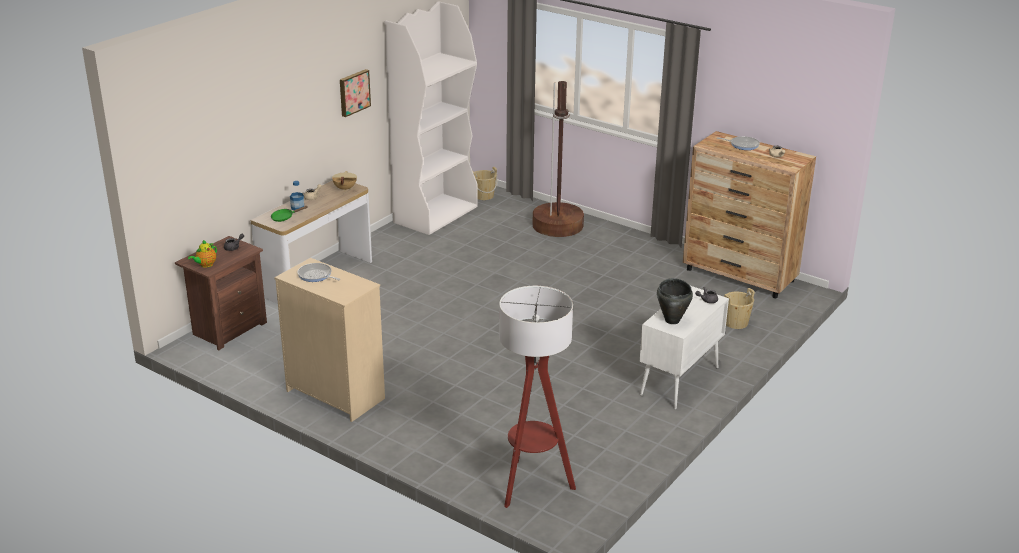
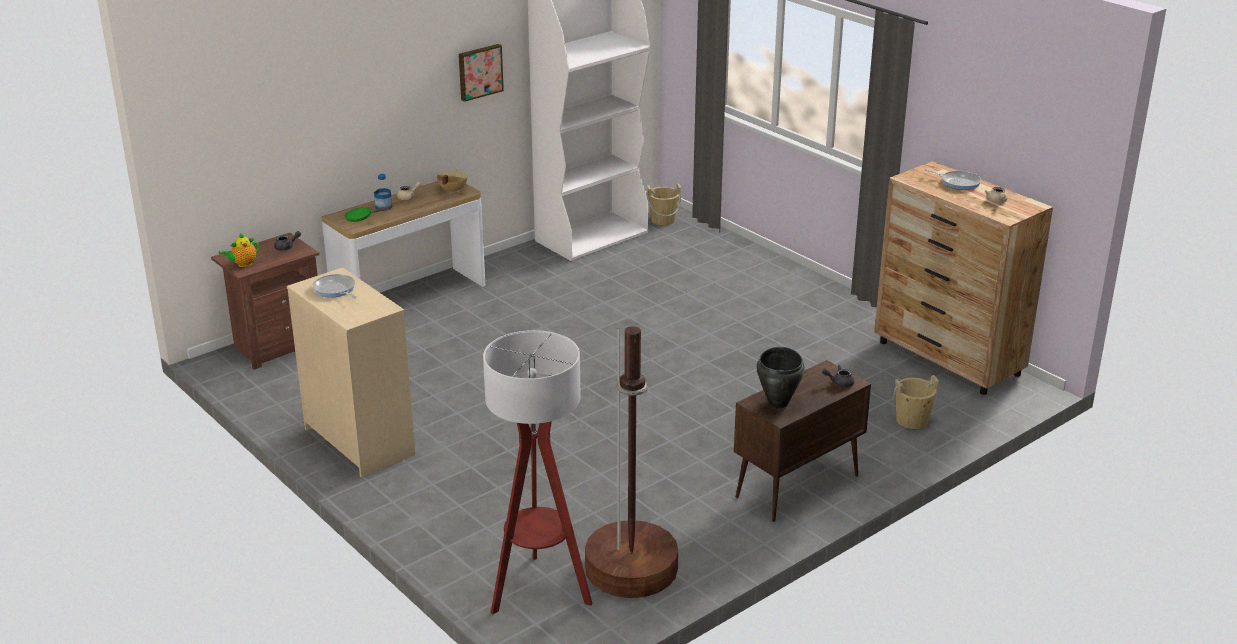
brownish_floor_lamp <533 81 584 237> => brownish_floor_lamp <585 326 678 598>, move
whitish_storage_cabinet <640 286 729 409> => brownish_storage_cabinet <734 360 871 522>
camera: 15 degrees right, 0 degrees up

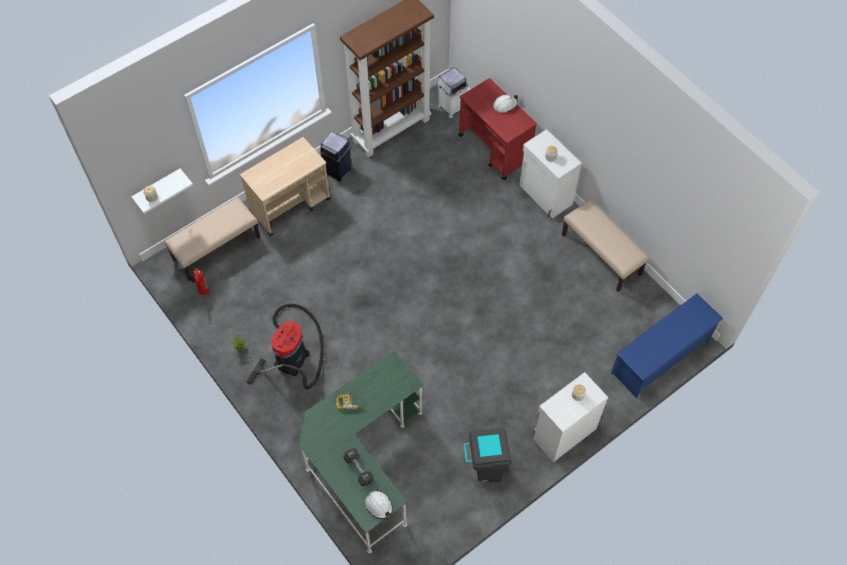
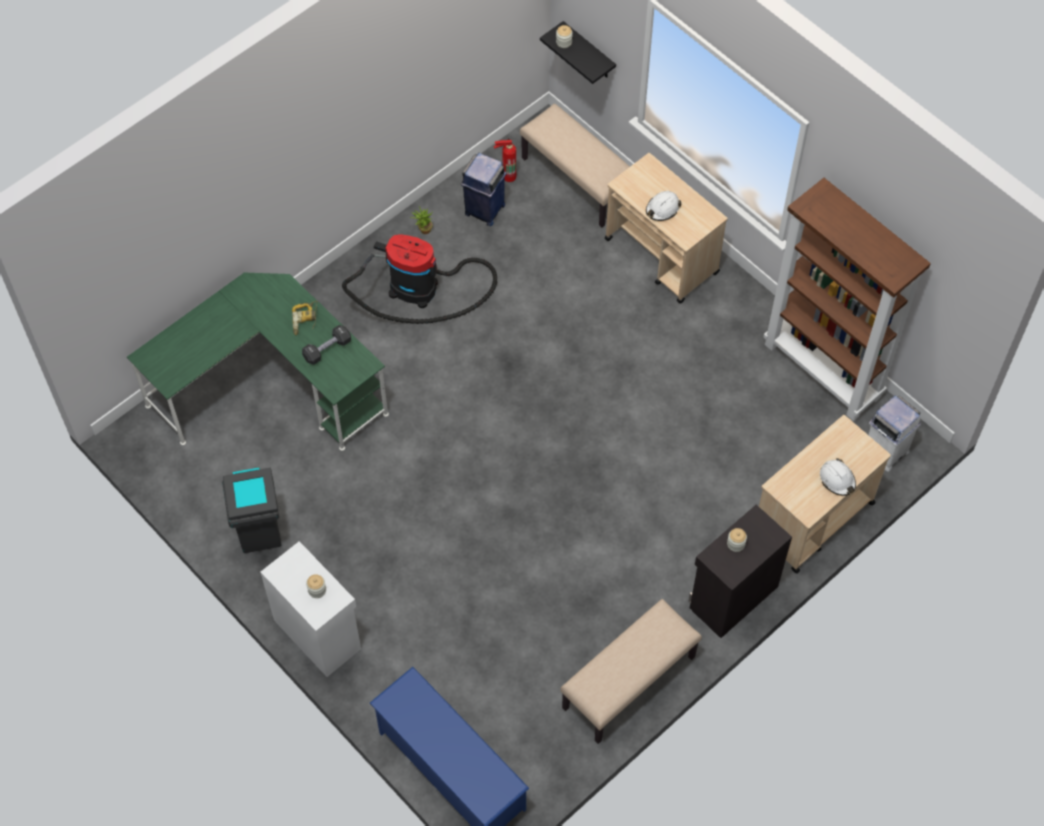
red_trolley <458 78 537 180> => beige-coloured_trolley <759 415 891 573>
whitish_storage_cabinet <519 129 582 218> => black-coloured_storage_cabinet <689 505 792 638>
blue_trash_can <319 132 352 182> => blue_trash_can <461 153 507 226>, move
whitish_shelf <131 168 193 214> => black-coloured_shelf <540 21 616 84>
black-coloured_hand_weight <343 449 374 486> => black-coloured_hand_weight <302 325 351 365>, move
whitish_work_helmet <365 489 393 519> => whitish_work_helmet <646 191 681 221>, move
camera: 85 degrees right, 0 degrees up

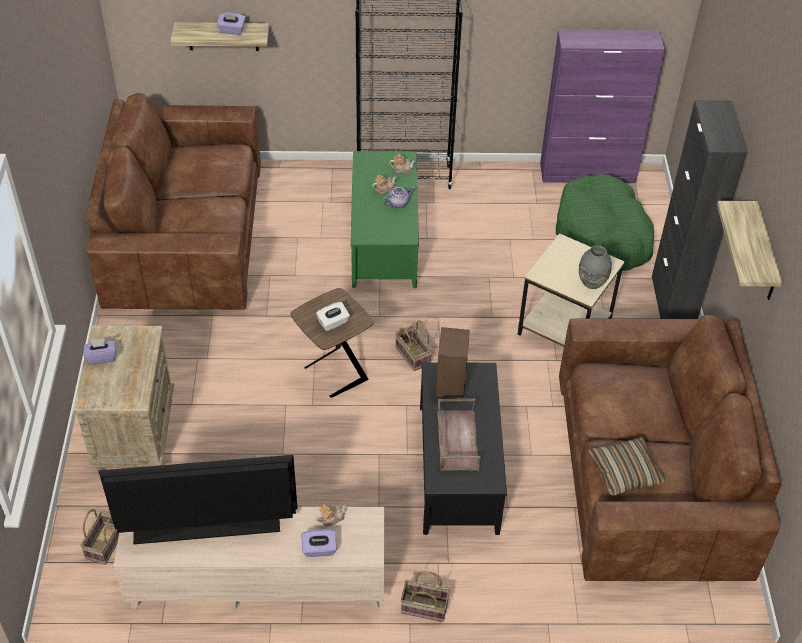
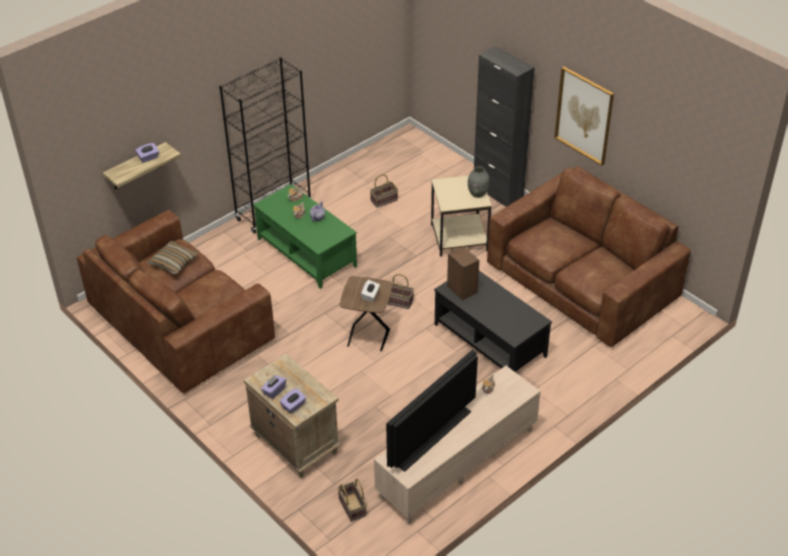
purplish_storage_cabinet <540 30 665 183> => nothing
green_dog_cushion <556 174 654 271> => nothing
shelf <717 201 783 300> => wall_picture <555 67 614 166>
brownish_tray <437 399 480 471> => nothing
pillow <588 437 665 496> => pillow <147 241 199 275>, move
purplish_box_of_tissues <301 530 337 557> => purplish_box_of_tissues <280 388 306 414>, move
basket <401 571 450 622> => basket <370 174 398 208>, move
camera: 40 degrees left, 5 degrees down

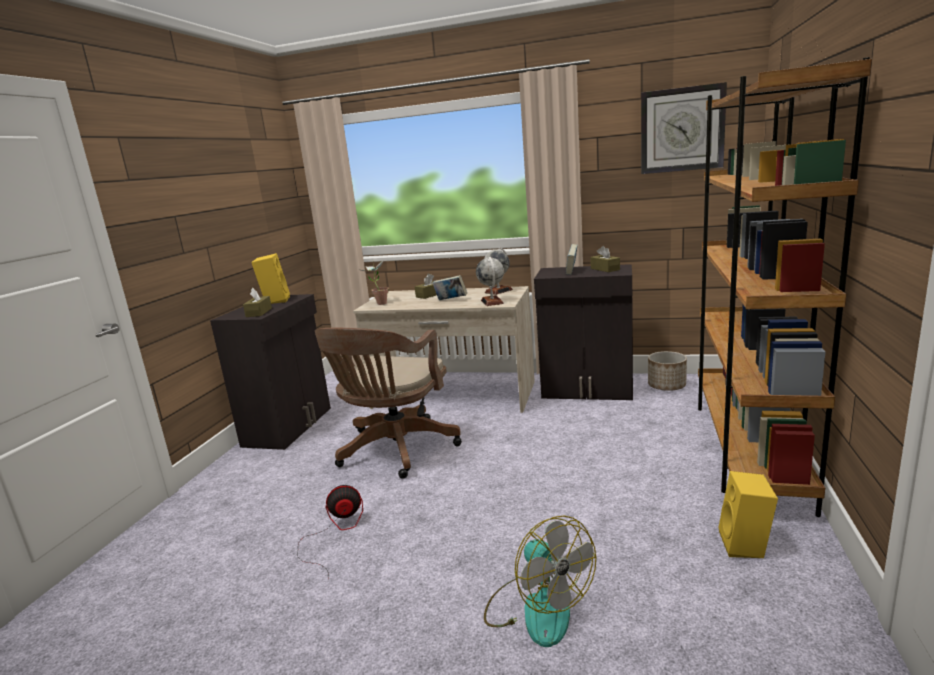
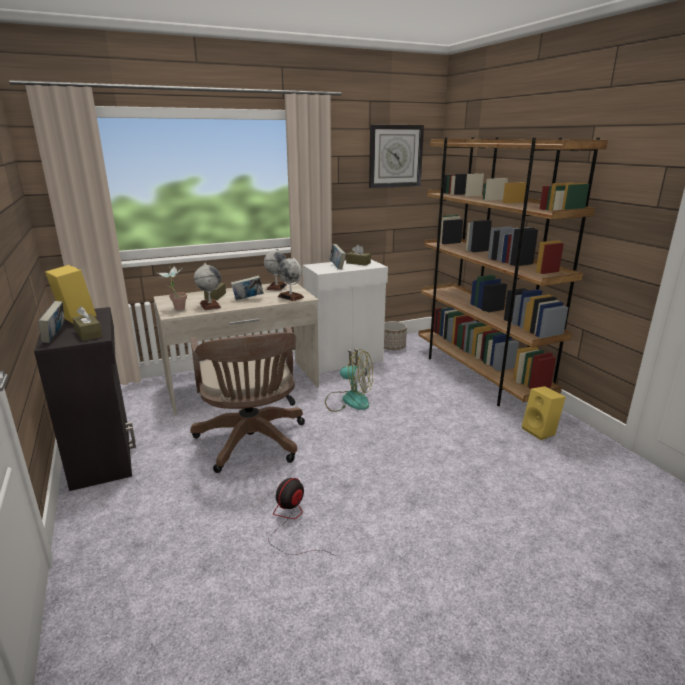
black-coloured_storage_cabinet <534 264 633 400> => whitish_storage_cabinet <303 259 388 373>
electric_fan <484 515 596 647> => electric_fan <325 349 373 412>, move
nothing => globe <194 263 221 310>
nothing => volume <38 301 64 343>
camera: 40 degrees left, 5 degrees up

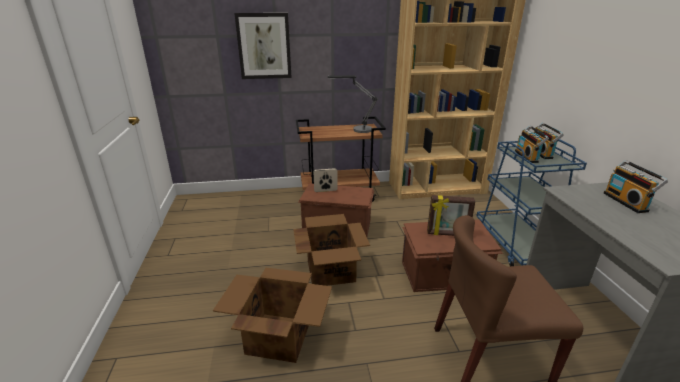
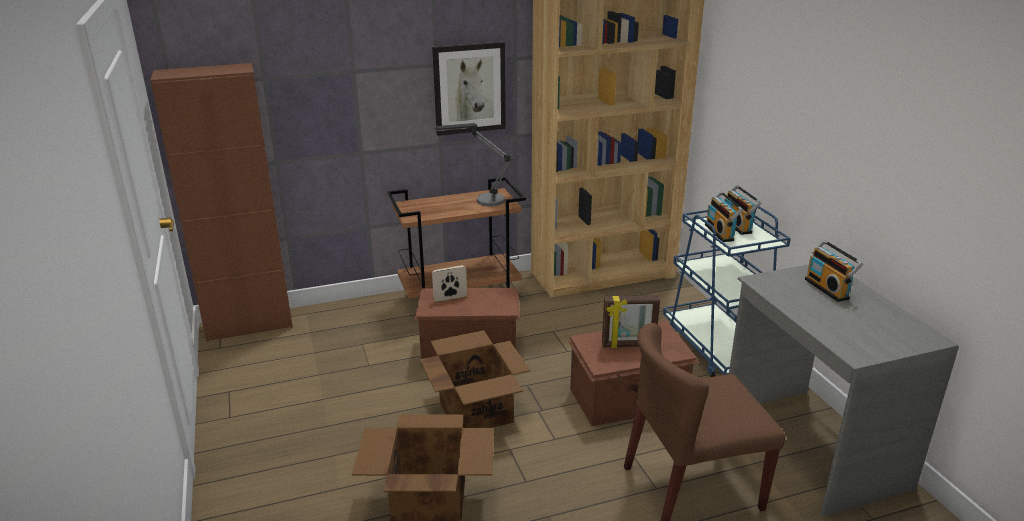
wall_picture <234 13 292 79> => wall_picture <432 42 506 136>, move
nothing => brownish_storage_cabinet <150 63 293 342>
camera: 10 degrees left, 0 degrees up

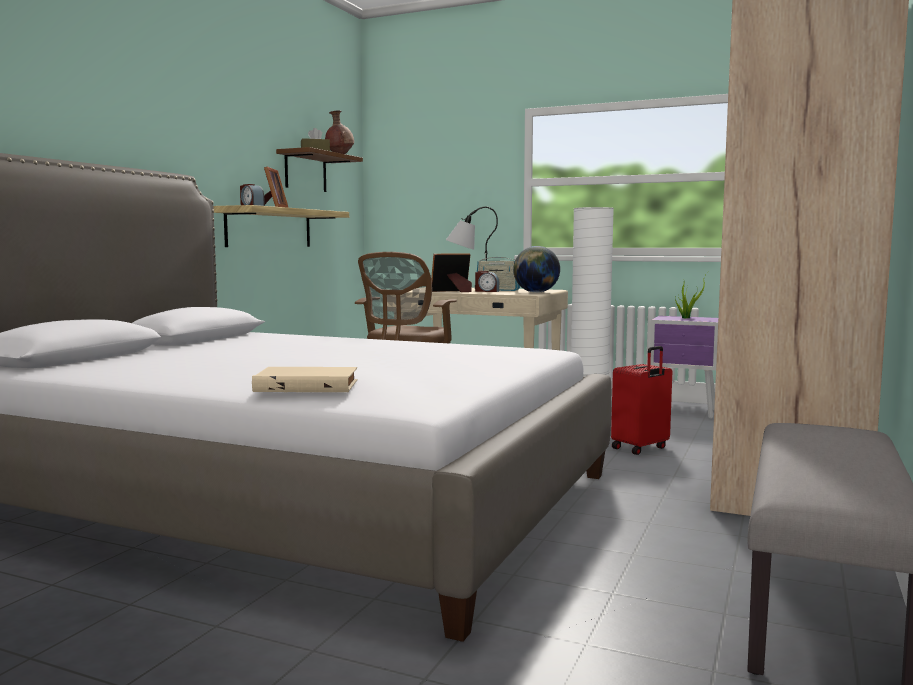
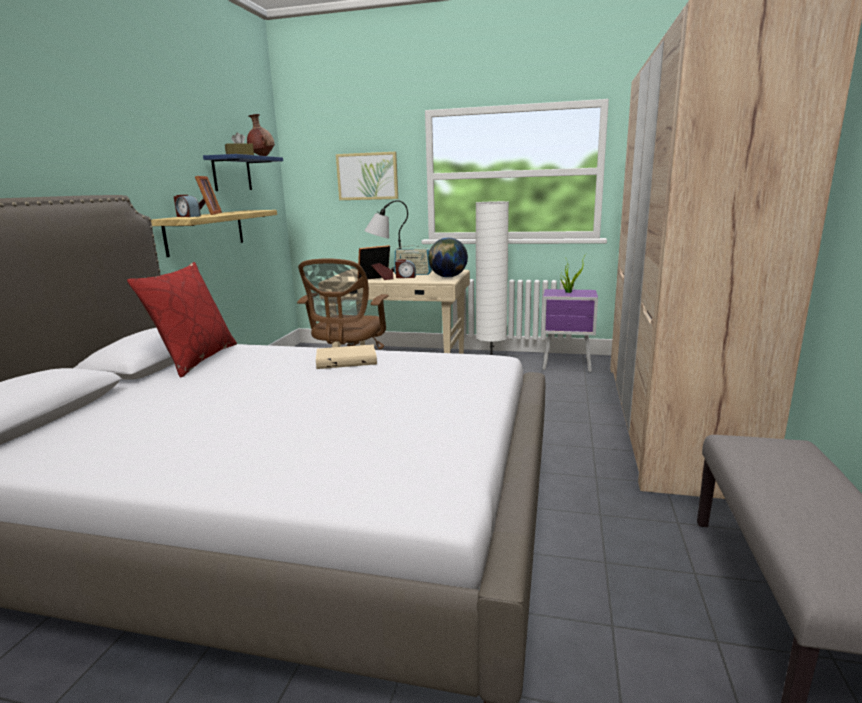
brownish_shelf <276 147 363 192> => blue_shelf <203 154 283 191>
red_travel_case <611 346 672 455> => nothing
beige-coloured_volume <252 367 357 392> => beige-coloured_volume <316 344 377 369>, move
nothing => wall_picture <336 152 398 200>
nothing => red_pillow <127 262 237 377>
camera: 10 degrees left, 10 degrees up

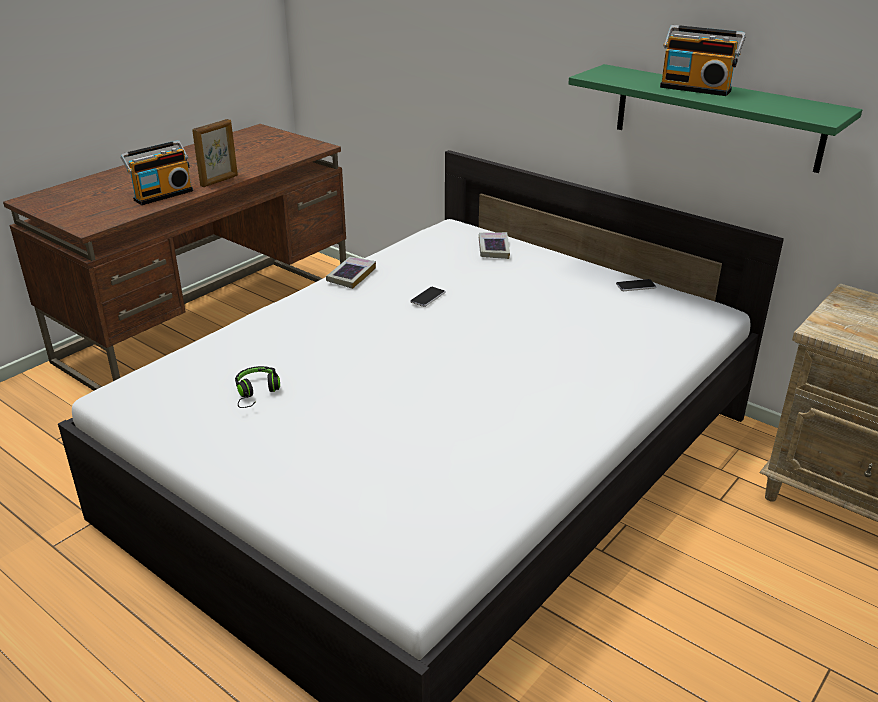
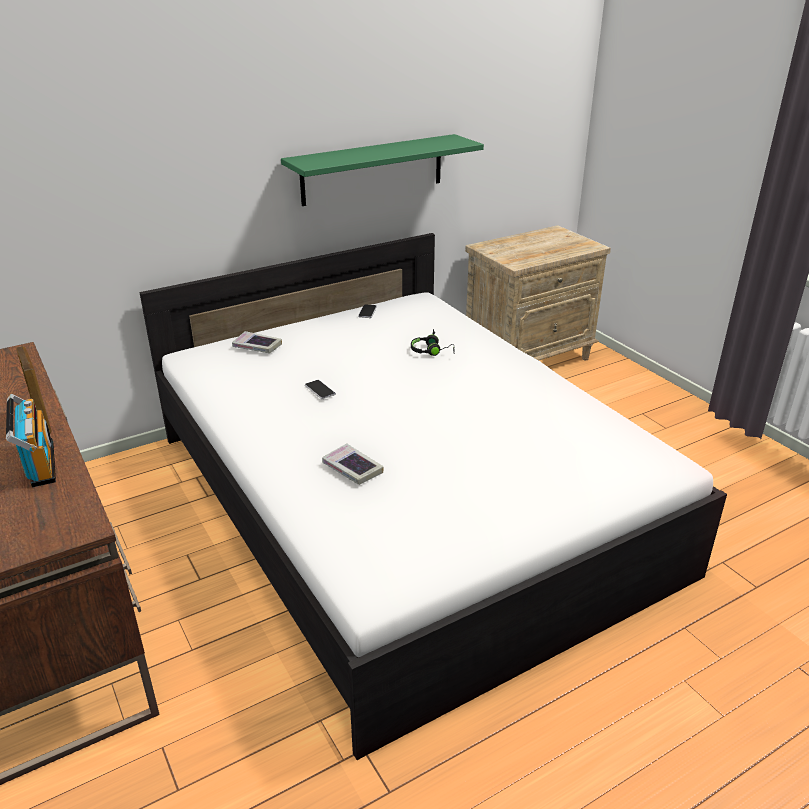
radio_receiver <660 25 745 96> => nothing
volume <326 257 376 289> => volume <322 443 384 485>, move
black-coloured_pair_of_headphones <235 366 280 408> => black-coloured_pair_of_headphones <411 329 455 356>, move
camera: 70 degrees left, 0 degrees up

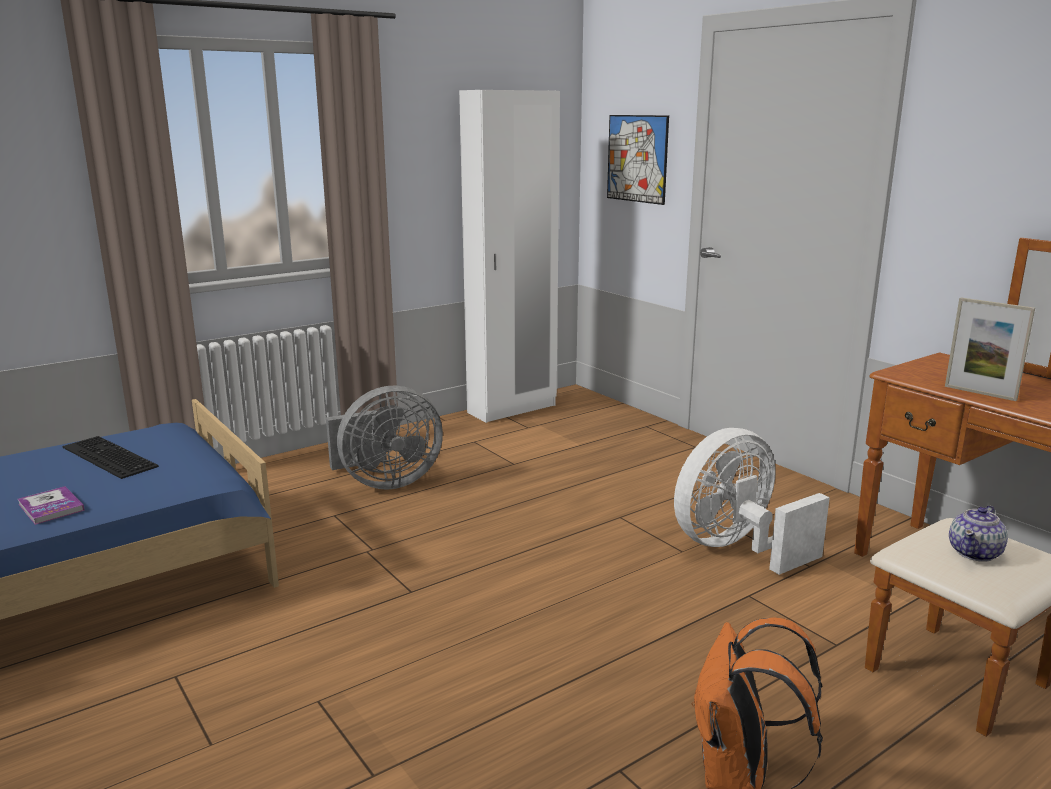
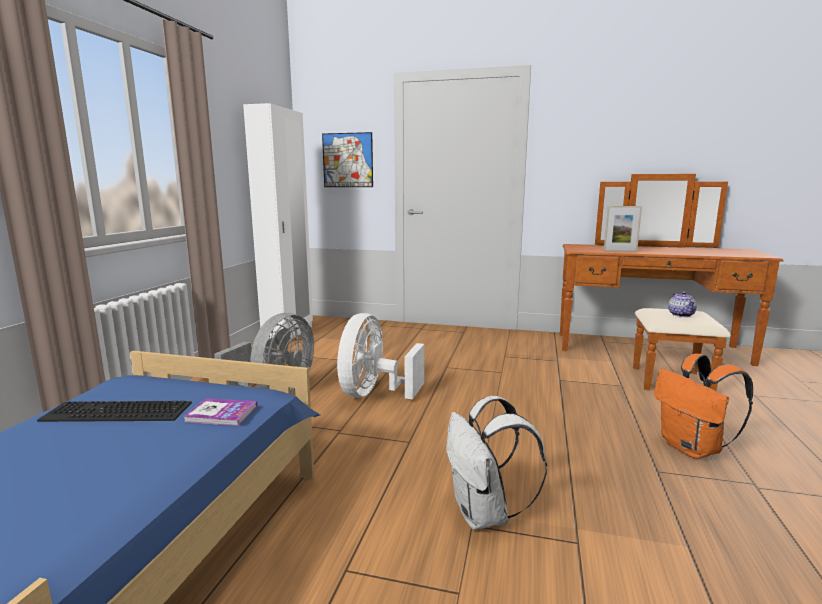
whitish_electric_fan <674 428 830 575> => whitish_electric_fan <337 313 424 399>, move
volume <18 486 85 525> => volume <183 398 257 426>, move
nothing => whitish_knapsack <446 396 547 530>
camera: 40 degrees left, 5 degrees down

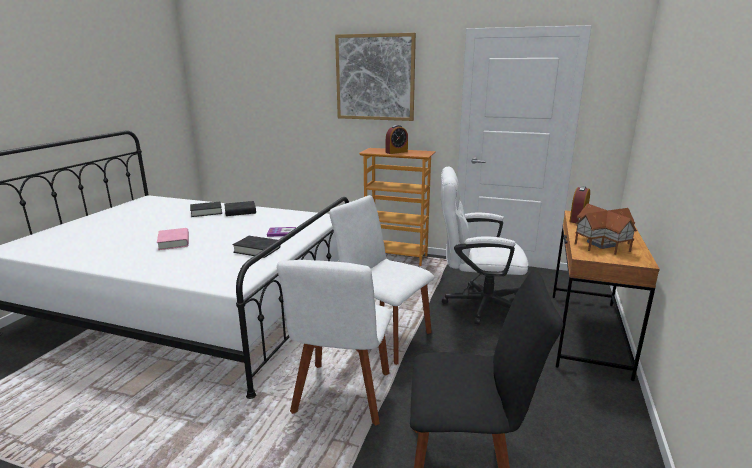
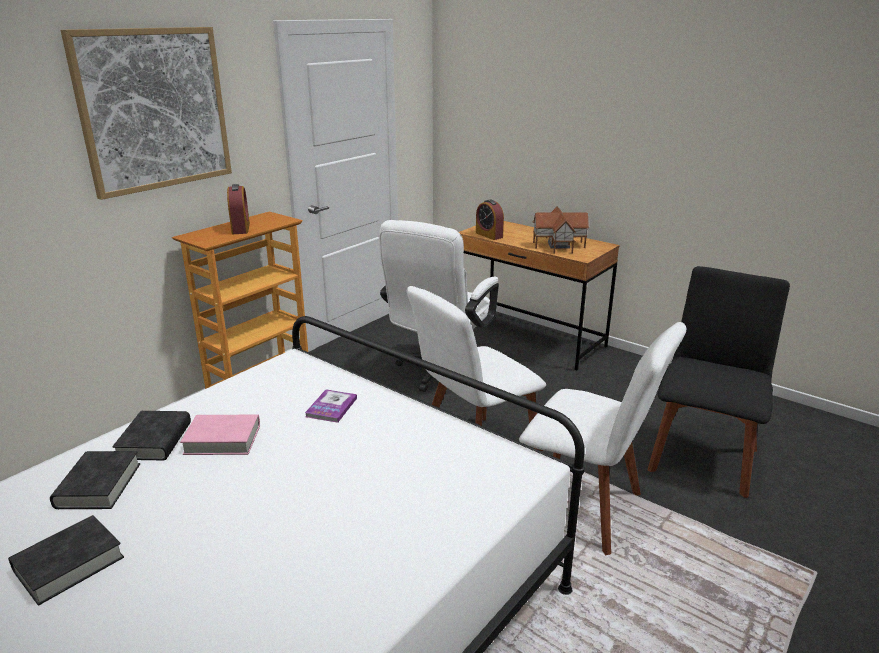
pink-coloured_volume <157 228 189 250> => pink-coloured_volume <180 415 260 455>, move
black-coloured_volume <232 236 281 258> => black-coloured_volume <8 515 124 606>, move
camera: 70 degrees left, 5 degrees up

